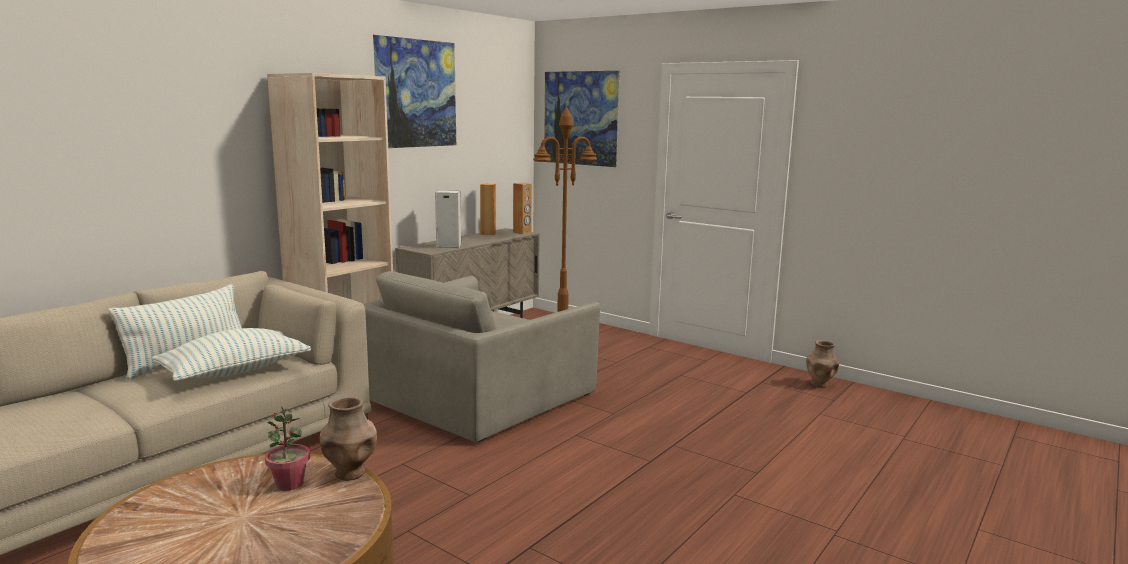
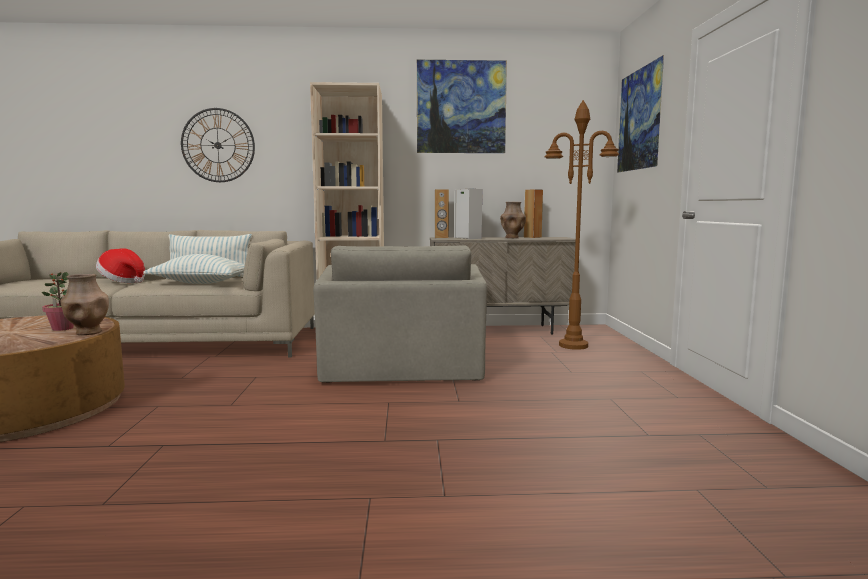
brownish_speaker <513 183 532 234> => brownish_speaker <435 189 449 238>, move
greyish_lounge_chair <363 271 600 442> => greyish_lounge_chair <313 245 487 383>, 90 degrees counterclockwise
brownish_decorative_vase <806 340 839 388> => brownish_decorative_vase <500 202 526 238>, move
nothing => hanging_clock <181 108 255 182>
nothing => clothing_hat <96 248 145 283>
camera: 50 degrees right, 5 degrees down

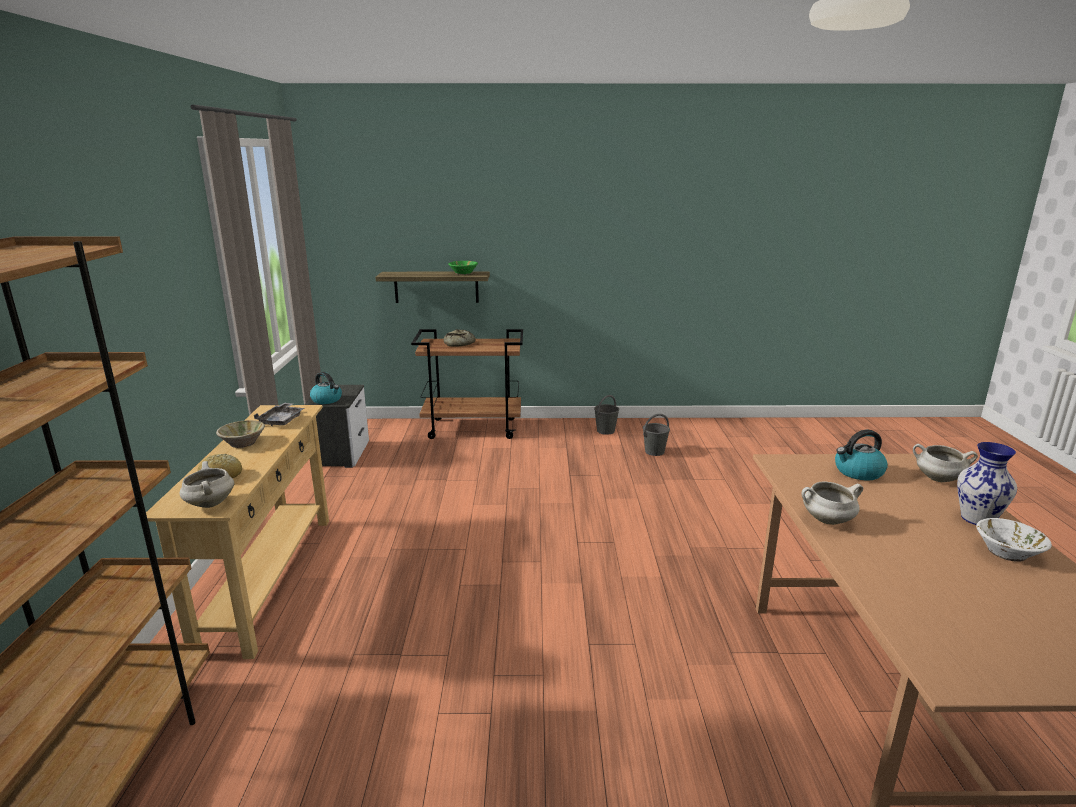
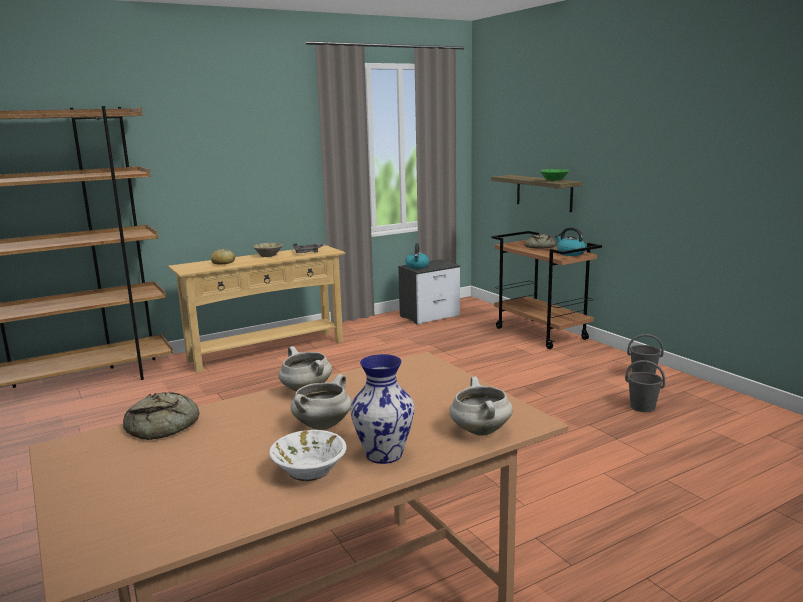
kettle <835 430 888 481> => kettle <555 227 586 256>, move
whitish_saucepot <180 461 234 508> => whitish_saucepot <291 374 352 430>, move
nothing => bread <123 392 200 440>
camera: 60 degrees right, 5 degrees down

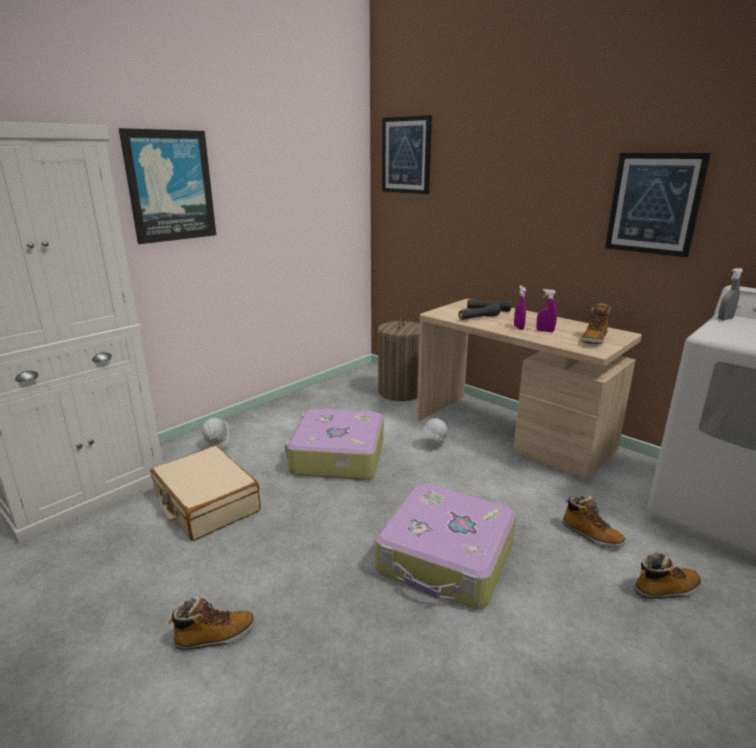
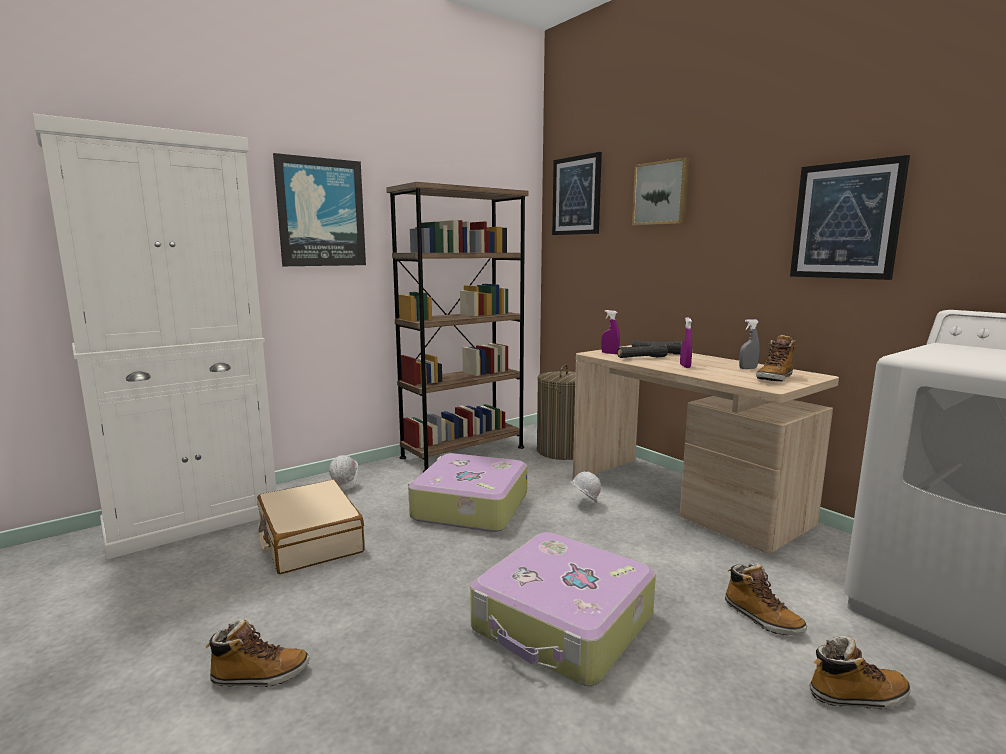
greyish_sprayer <718 268 743 320> => greyish_sprayer <739 319 759 369>, move
purplish_sprayer <536 289 557 332> => purplish_sprayer <601 310 620 354>, move
nothing => wall_picture <632 157 689 225>
nothing => brownish_shelving_unit <386 182 529 472>
camera: 10 degrees right, 10 degrees down

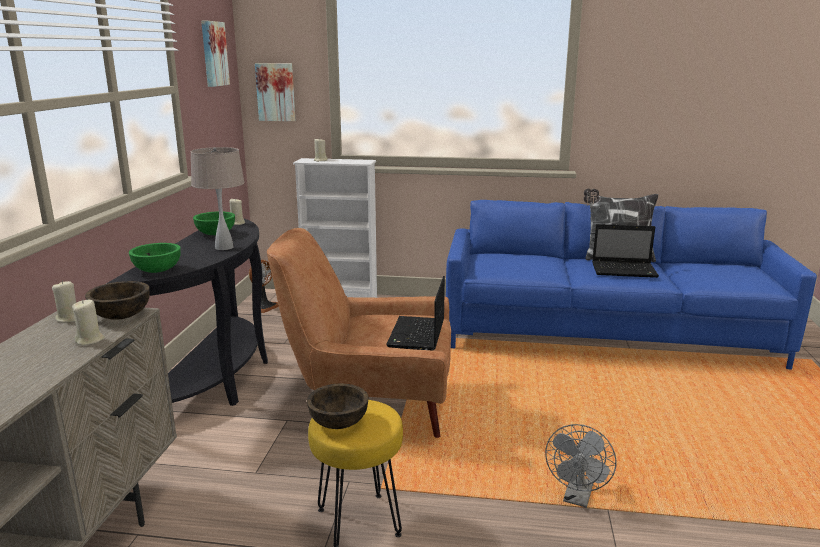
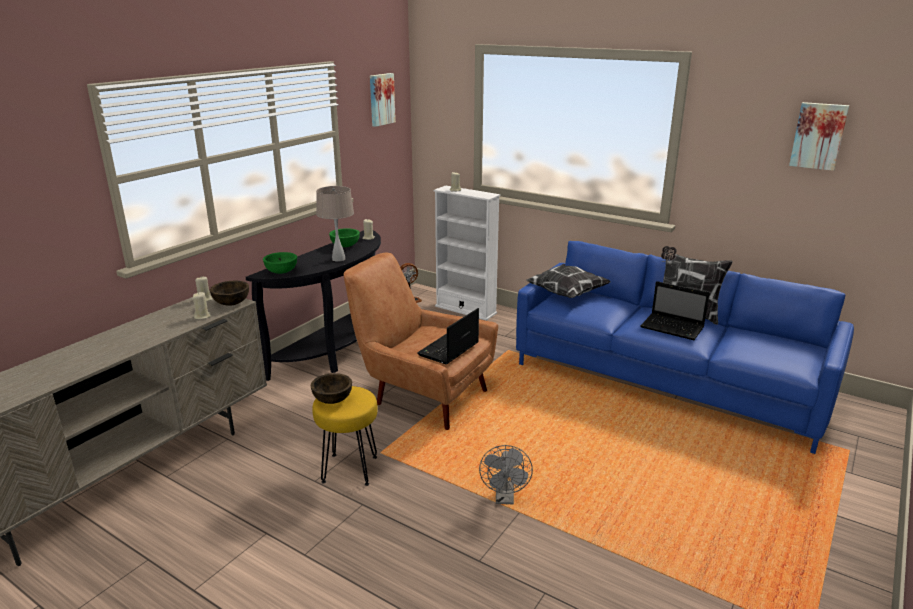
wall_picture <255 63 295 121> => wall_picture <789 102 849 171>, move
greyish_electric_fan <545 424 616 508> => greyish_electric_fan <479 445 533 505>, 45 degrees counterclockwise
nothing => pillow <526 264 610 298>
camera: 25 degrees right, 5 degrees up

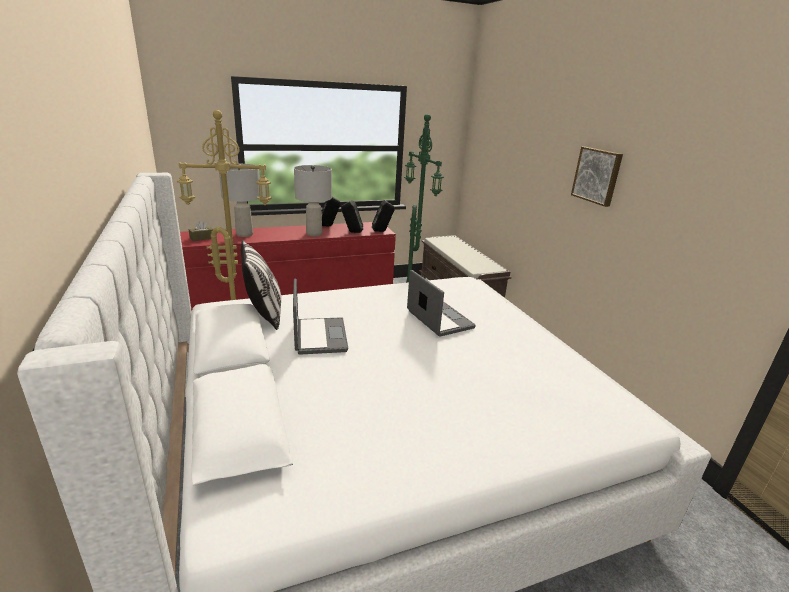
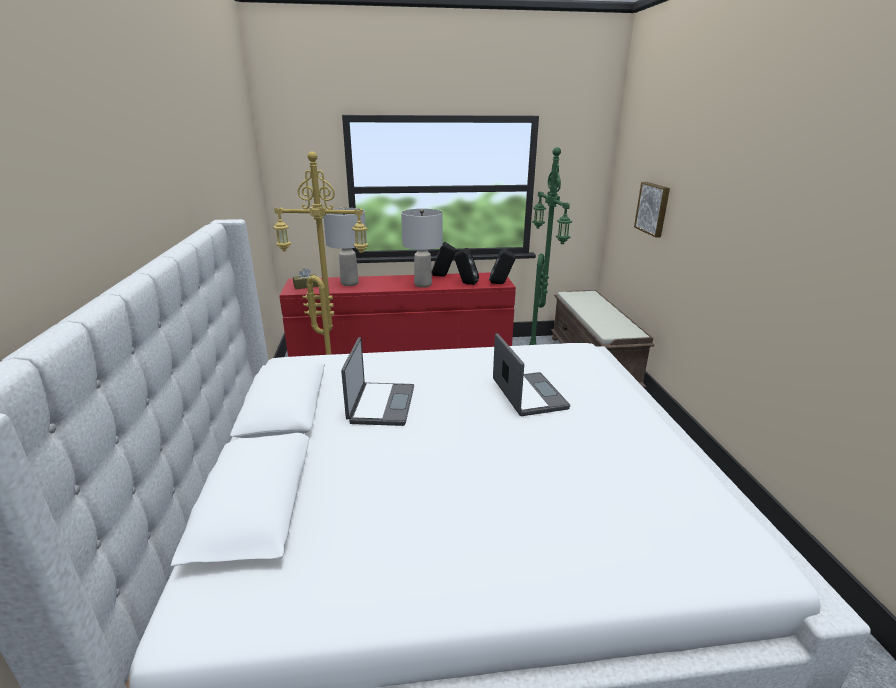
wall_picture <571 147 623 207> => wall_picture <634 182 670 237>, move
pillow <241 240 281 330> => nothing
camera: 15 degrees right, 0 degrees up

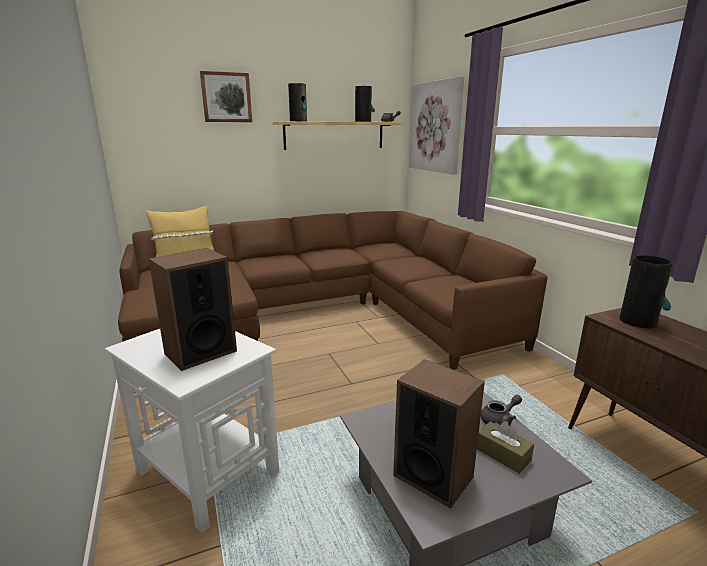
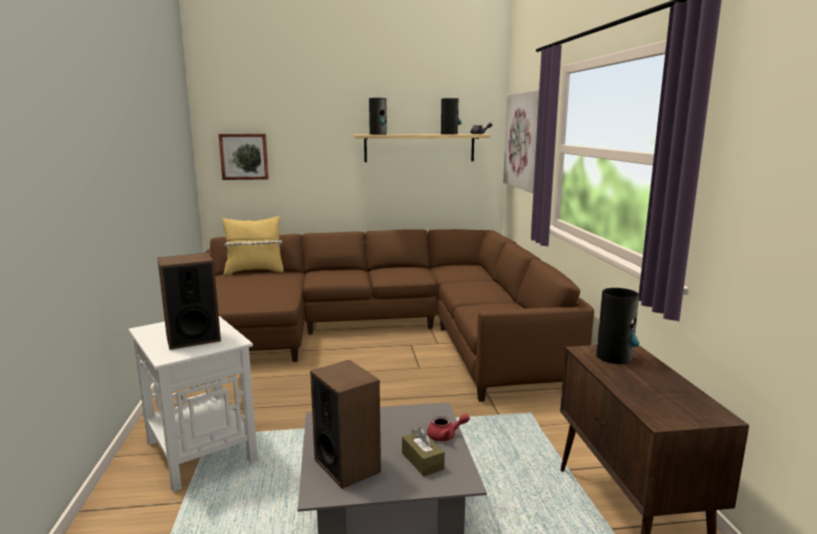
wall_picture <200 71 252 122> => wall_picture <219 134 269 180>, move
greyish_pot_for_tea <481 395 522 426> => red_pot_for_tea <427 413 470 441>
camera: 15 degrees right, 5 degrees down

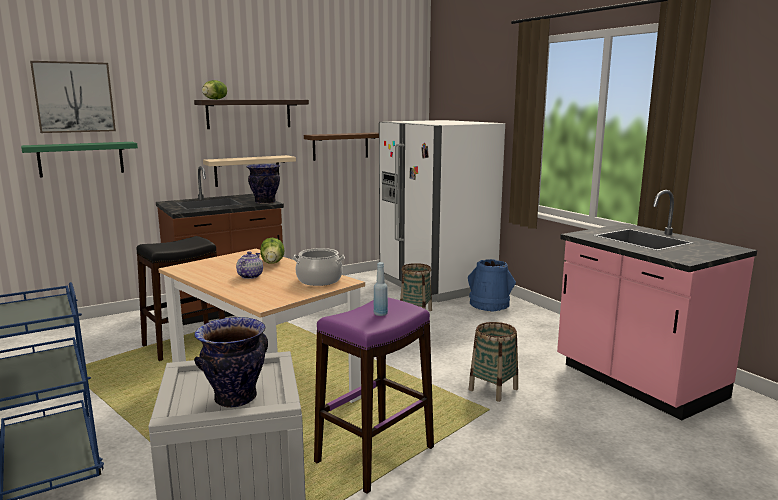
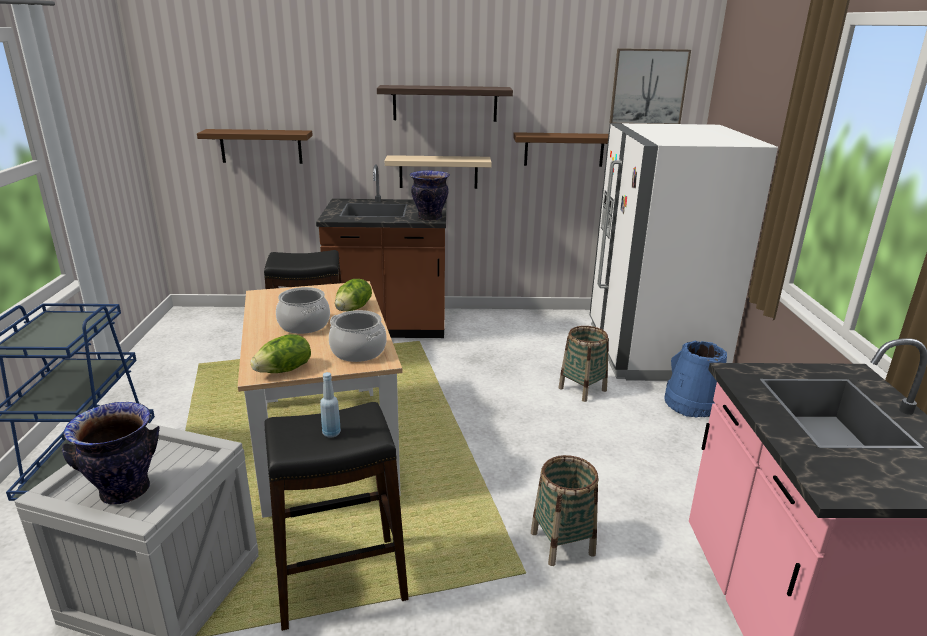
wall_picture <30 61 116 133> => wall_picture <609 48 691 124>, move
lettuce <202 80 227 100> => lettuce <251 334 311 373>, move
green_shelf <21 142 138 177> => brownish_shelf <197 129 313 164>
pot_for_tea <236 251 263 279> => saucepot <276 287 330 334>
purplish_stool <314 298 434 494> => black-coloured_stool <264 402 409 631>
camera: 30 degrees right, 10 degrees up

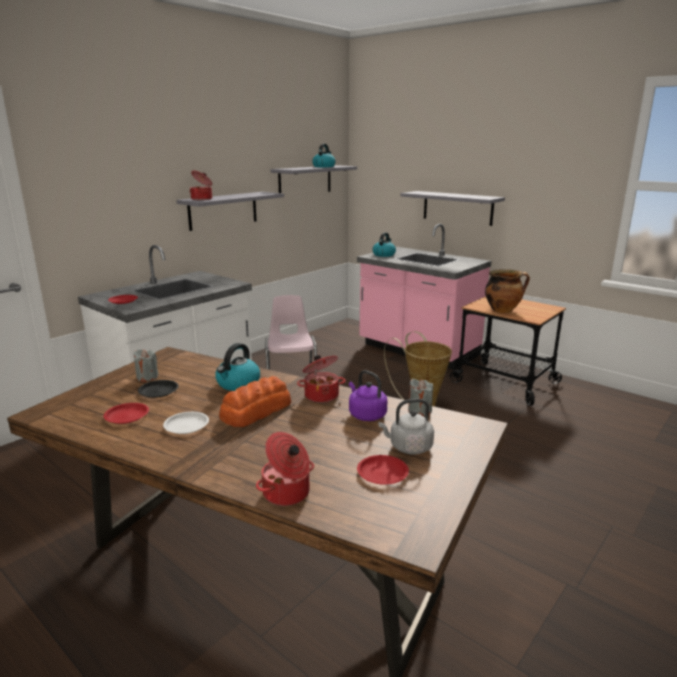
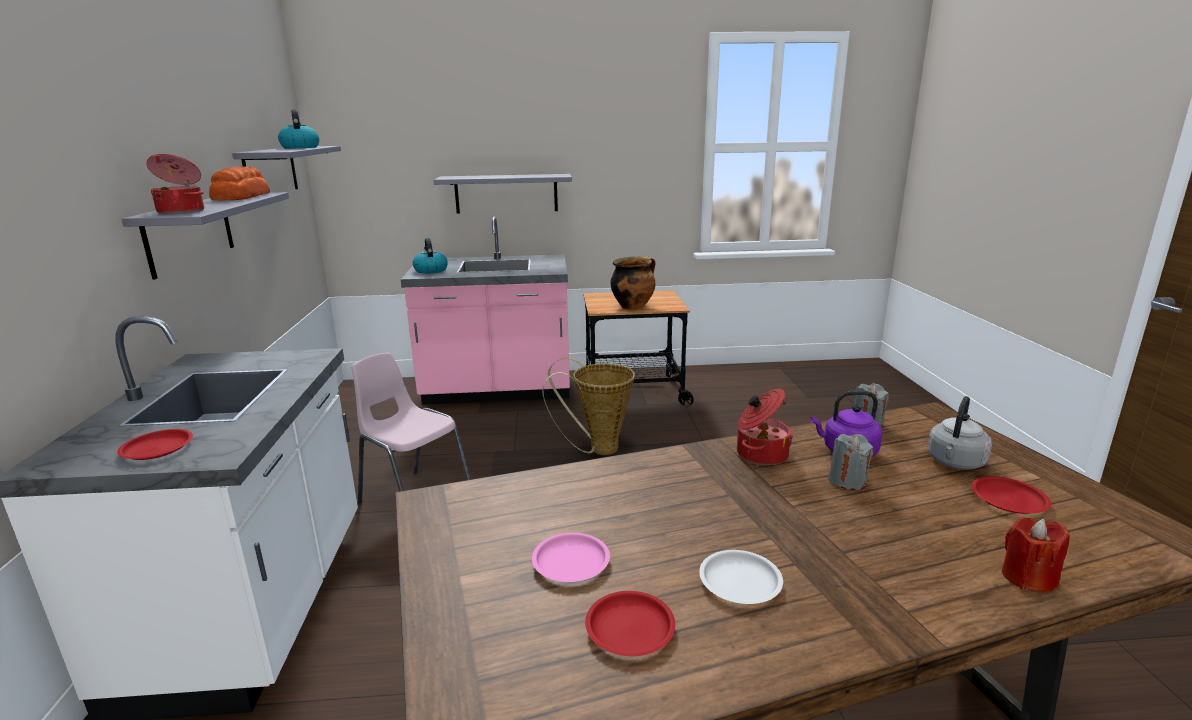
kettle <215 343 260 391> => nothing
greyish_wax_light <134 349 158 382> => greyish_wax_light <829 434 873 490>, move
bread <219 376 291 427> => bread <209 166 270 201>, move
black-coloured_dinner_plate <138 380 179 398> => pink-coloured_dinner_plate <532 533 610 582>
saucepot <256 432 314 506> => red_wax_light <1002 517 1070 593>
camera: 45 degrees left, 0 degrees up

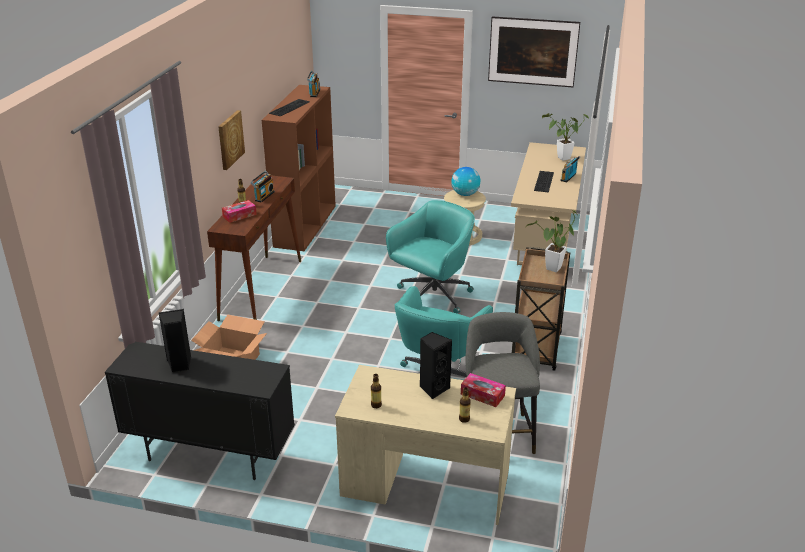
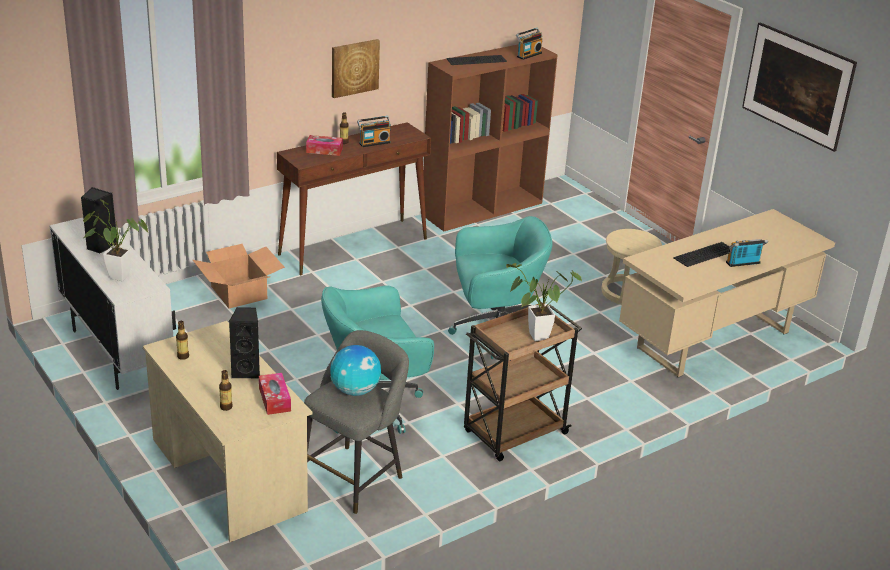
potted_plant <542 113 589 161> => potted_plant <83 199 148 281>, move
globe <451 167 480 196> => globe <331 345 381 396>, move
black-coloured_storage_cabinet <105 342 295 480> => whitish_storage_cabinet <49 218 176 390>
camera: 40 degrees right, 0 degrees up

